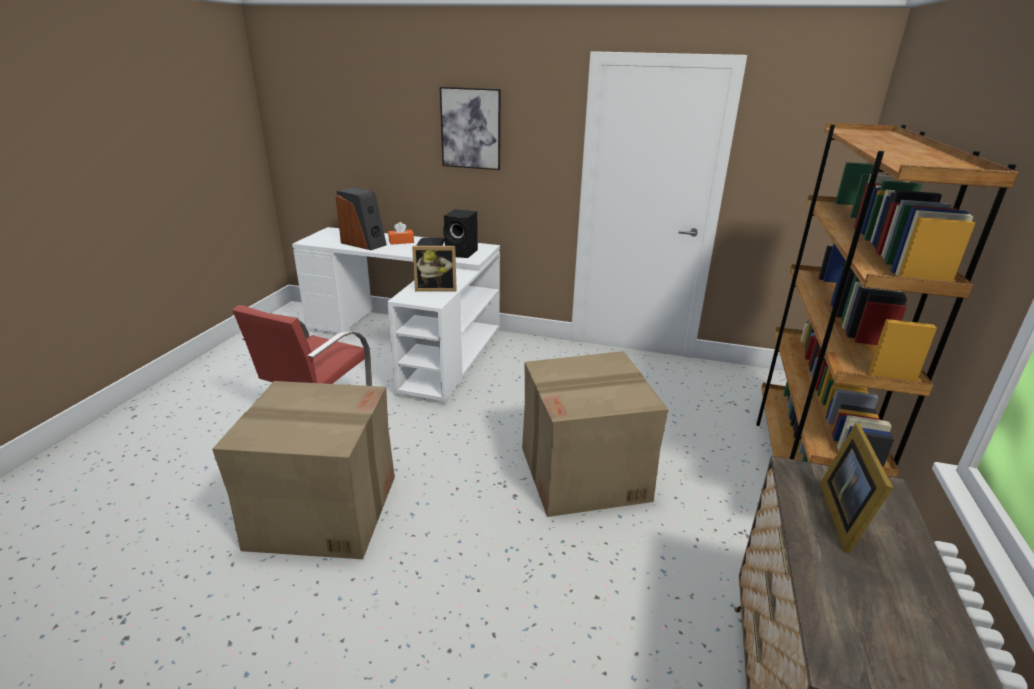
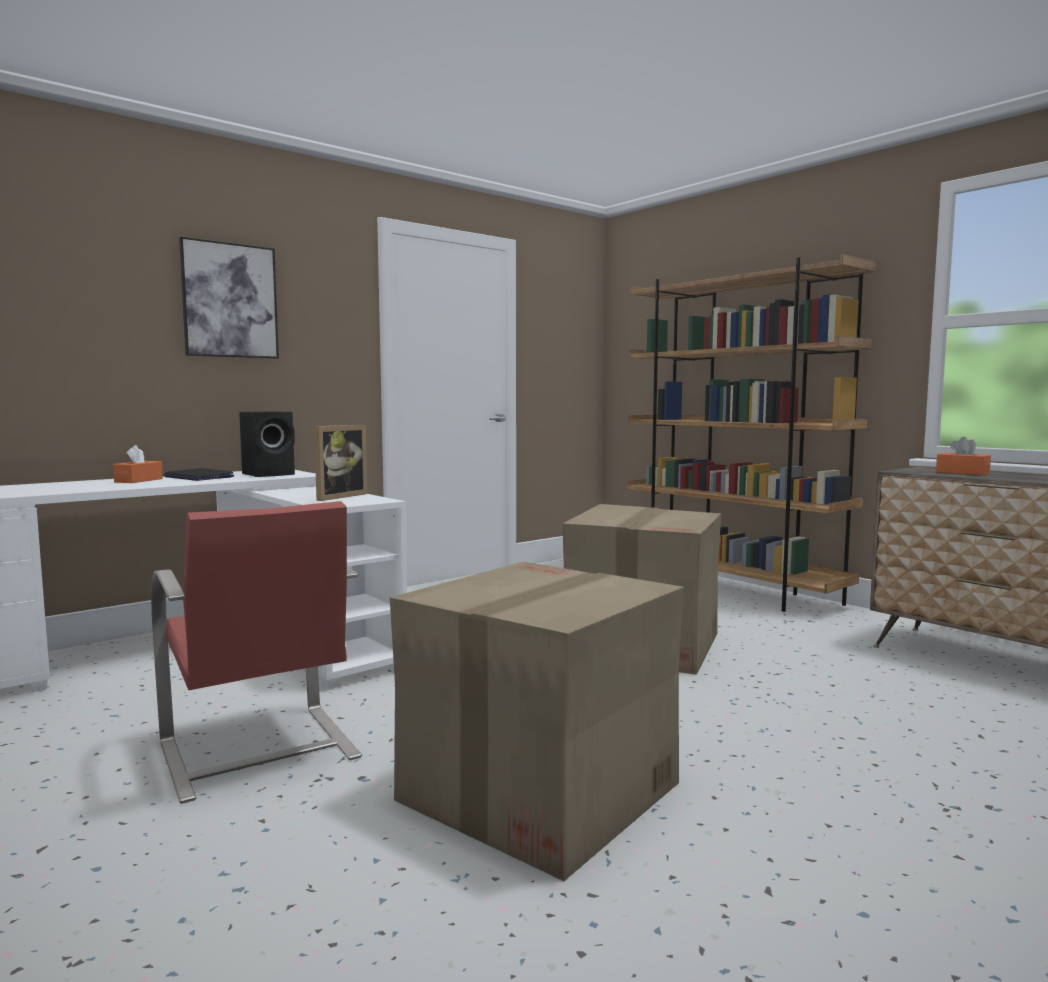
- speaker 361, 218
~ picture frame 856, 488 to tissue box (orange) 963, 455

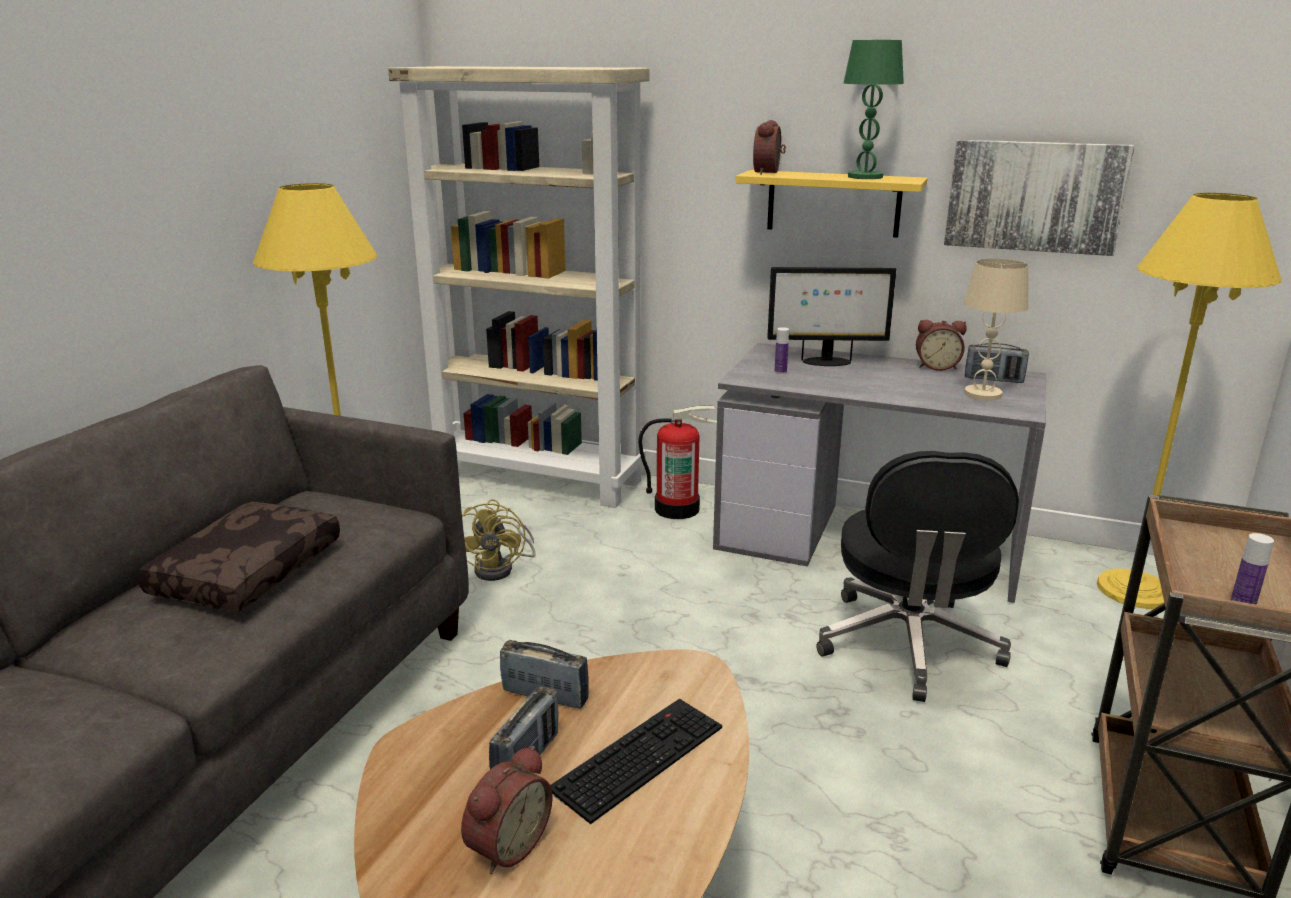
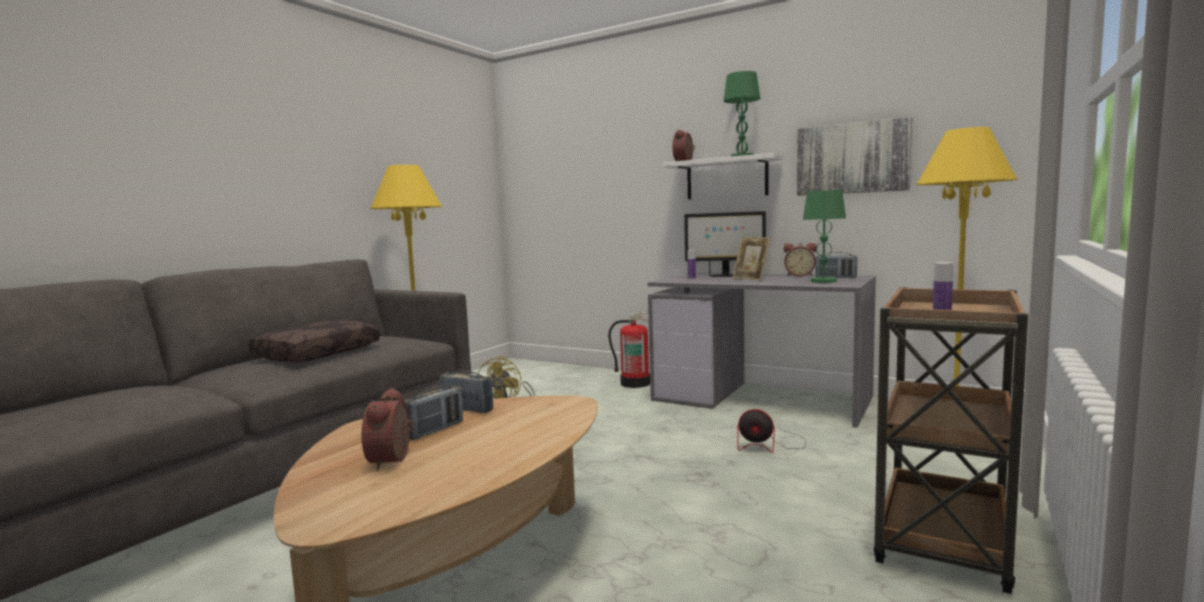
- bookcase (beige) 518, 287
~ alarm clock 506, 810 = 388, 429 135 degrees clockwise
- keyboard 636, 761
~ shelf (yellow) 831, 204 to shelf (white) 722, 176
~ office chair (black) 917, 576 to fan 771, 431
~ table lamp (beige) 996, 330 to table lamp (green) 824, 236
+ picture frame 752, 259

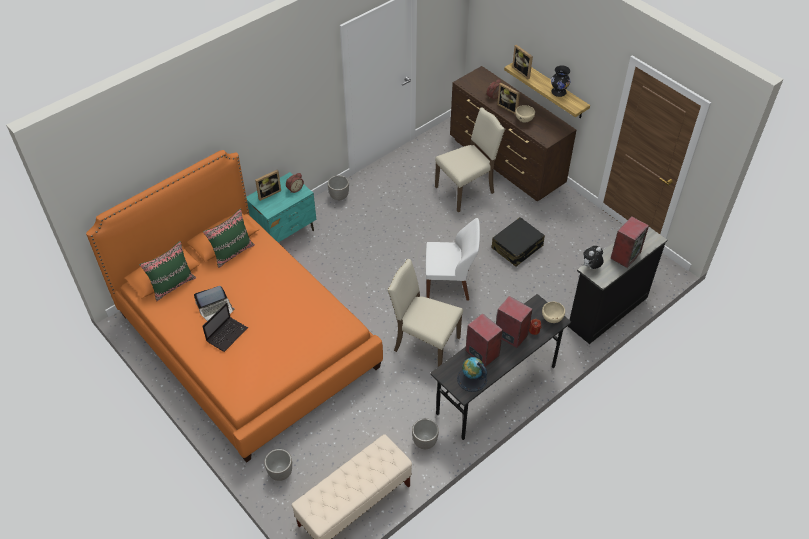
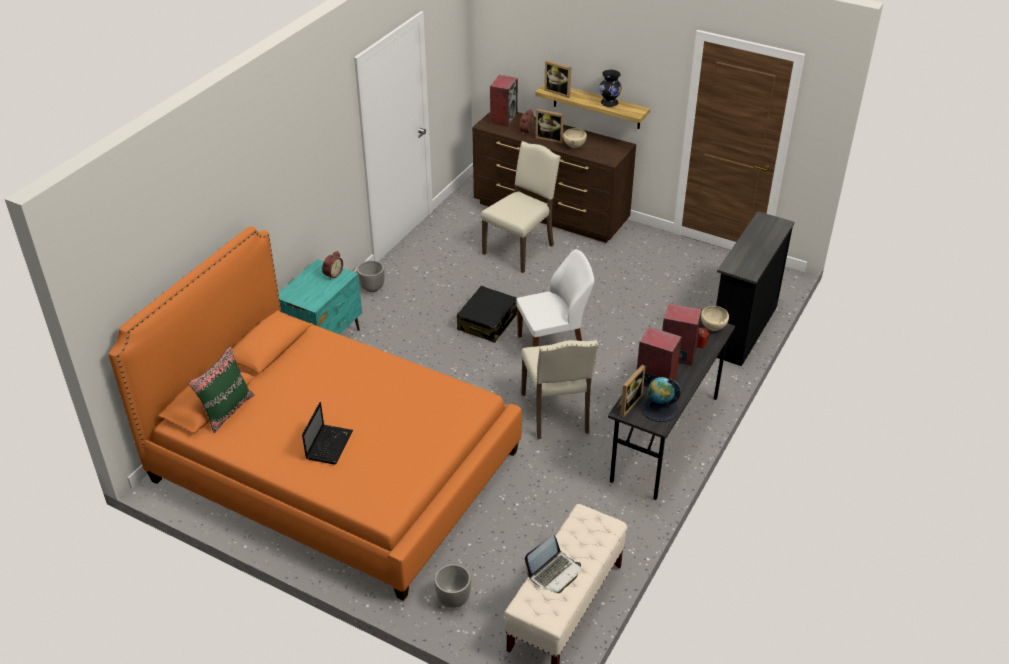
~ laptop 214, 303 to 553, 564
- pillow (green) 229, 238
~ picture frame 268, 185 to 631, 391
~ chair (beige) 425, 313 = 559, 389 105 degrees counterclockwise
- planter 425, 433
~ suitcase (black) 518, 242 to 487, 314
- plush toy 593, 257
~ speaker 629, 242 to 504, 101

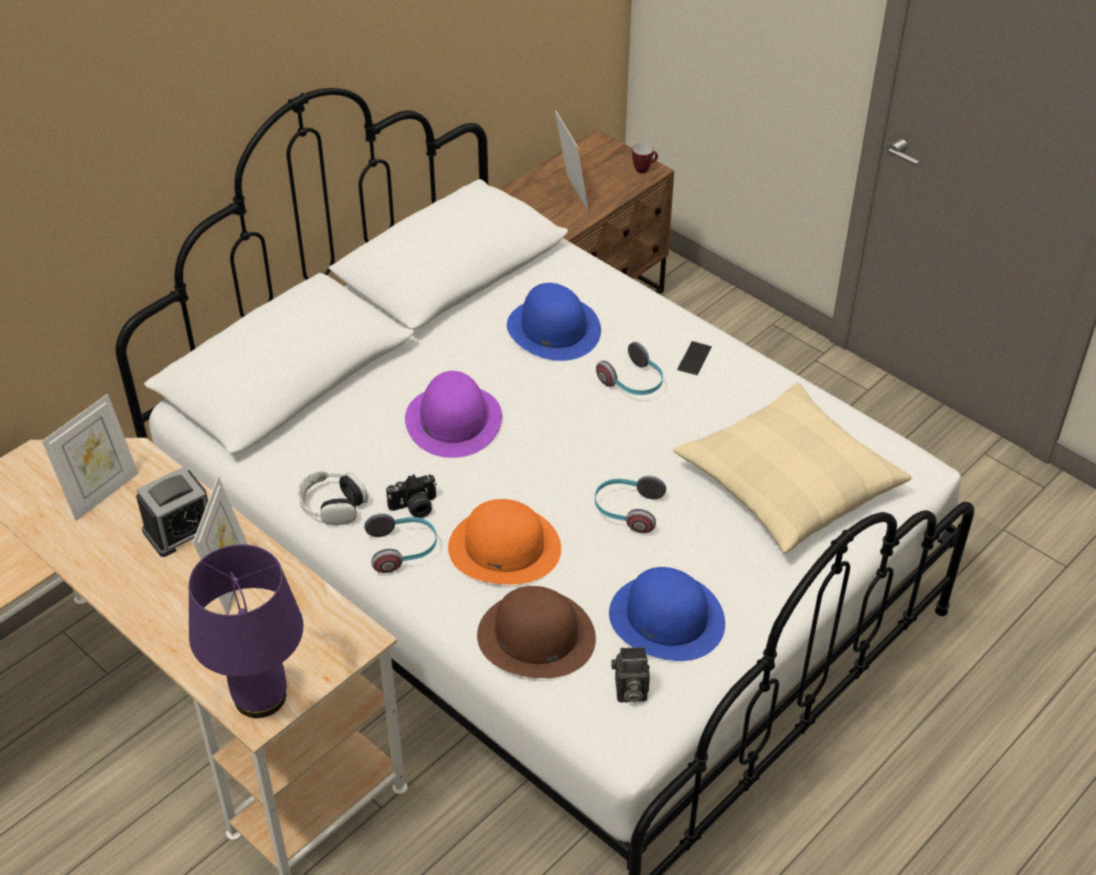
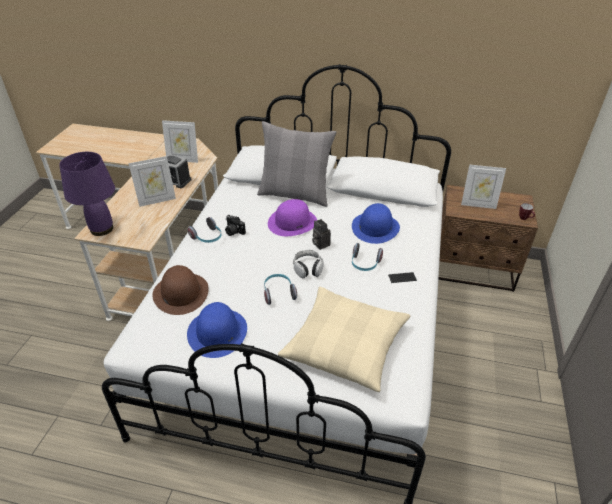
~ headphones 333, 498 to 308, 264
- hat (orange) 504, 542
~ picture frame 572, 160 = 483, 187 60 degrees clockwise
~ photo camera 630, 674 to 321, 234
+ pillow (grey) 296, 164

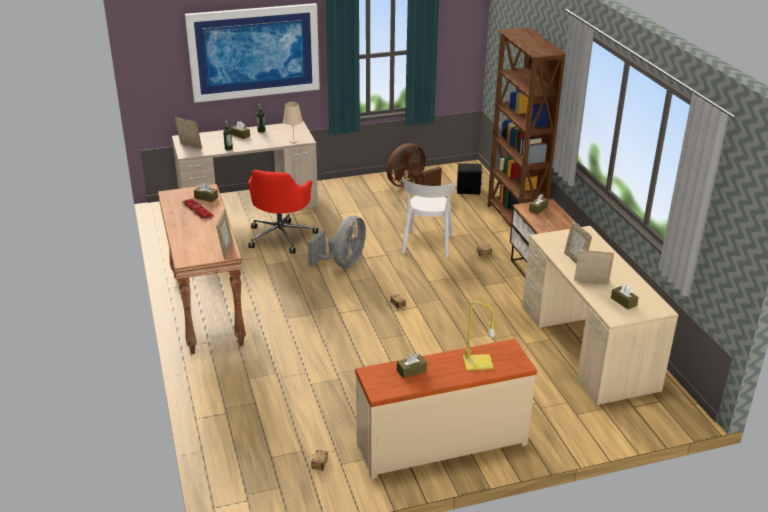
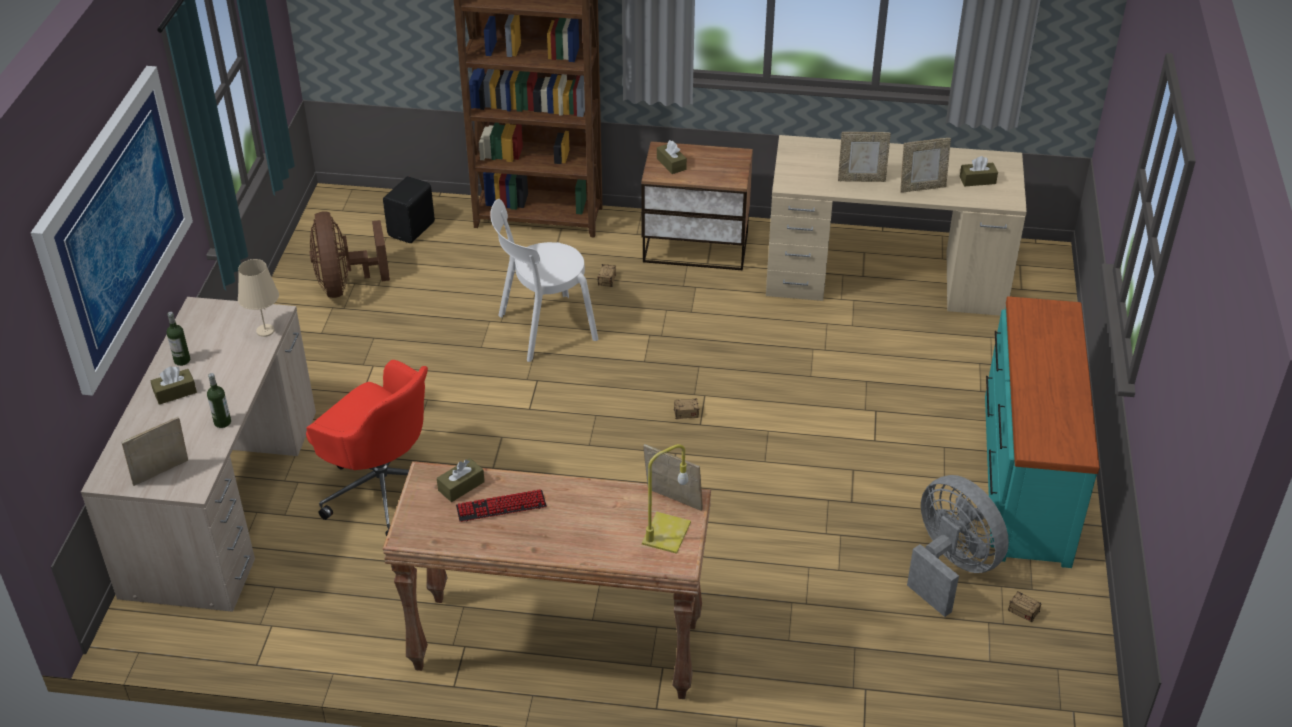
~ fan (grey) 337, 242 to 958, 546
~ dresser (beige) 446, 409 to dresser (turquoise) 1042, 432
- tissue box (brown) 412, 365
~ chair (white) 429, 218 = 544, 280 120 degrees clockwise
~ table lamp (yellow) 479, 336 to 666, 499
~ picture frame 594, 266 = 925, 165 135 degrees counterclockwise

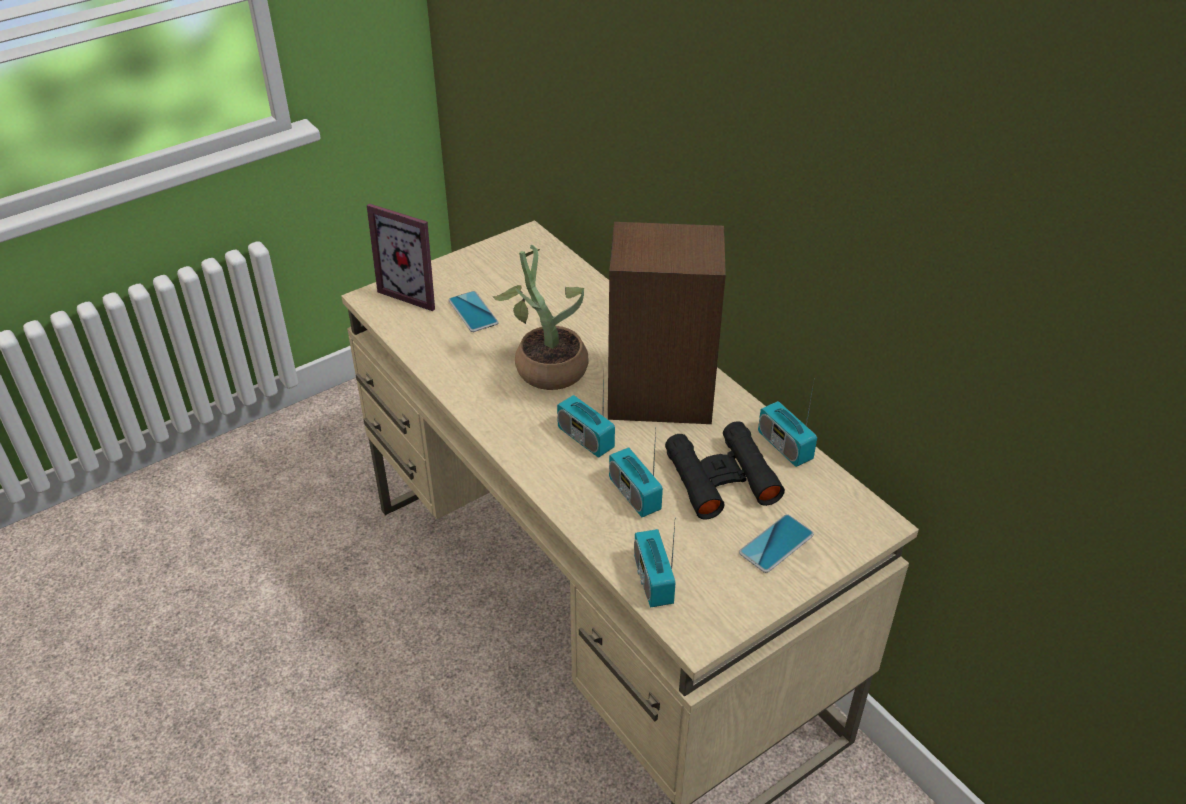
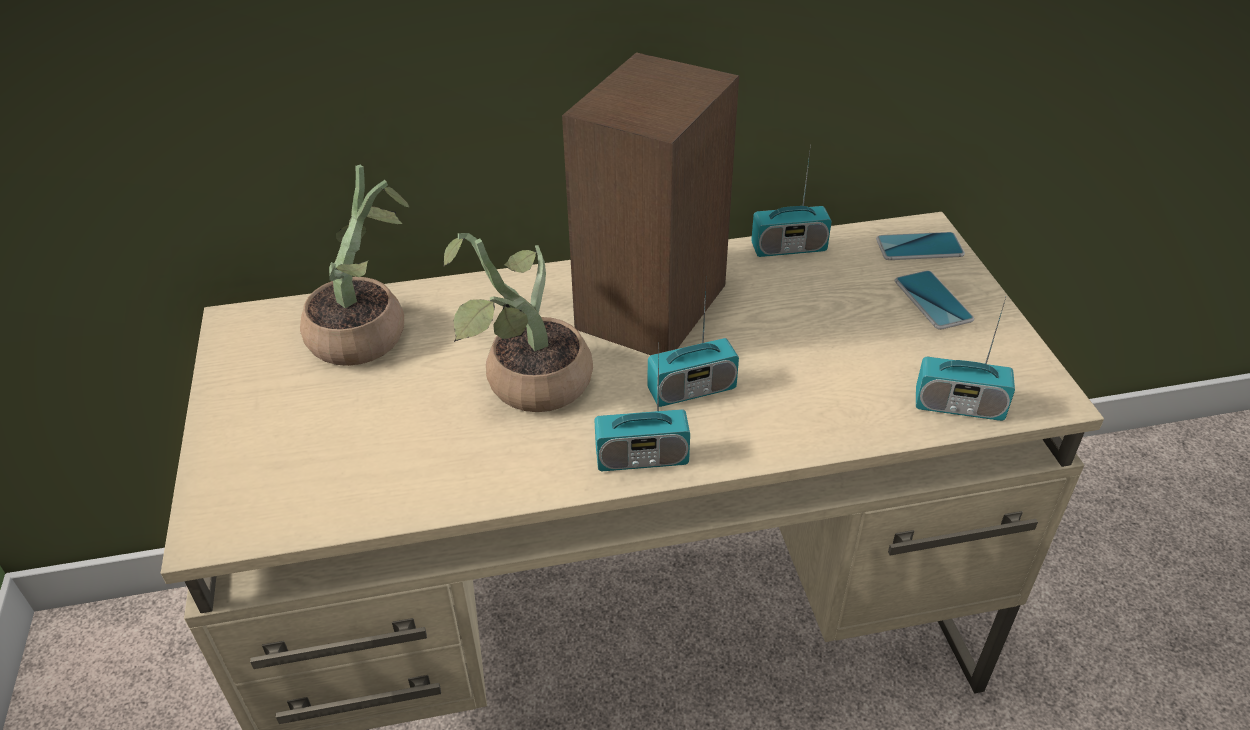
- picture frame 401, 257
~ phone 473, 311 to 920, 246
~ radio 636, 474 to 642, 407
- binoculars (black) 725, 470
+ potted plant 354, 265

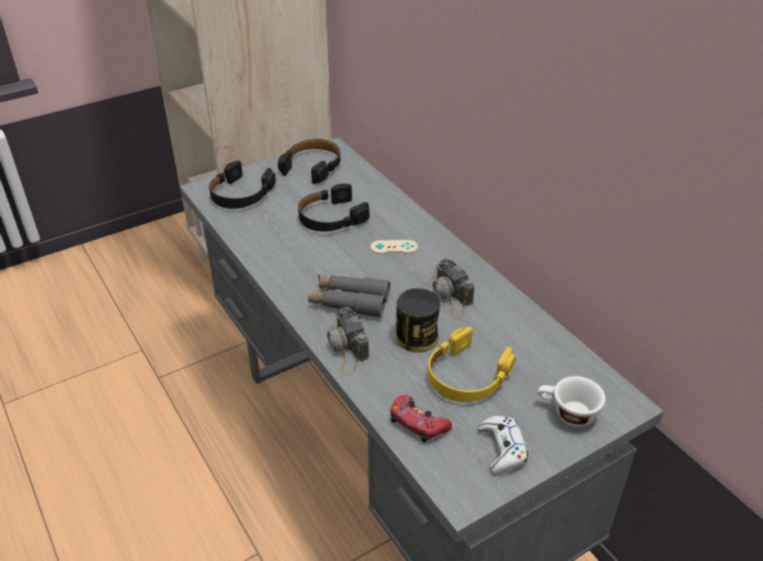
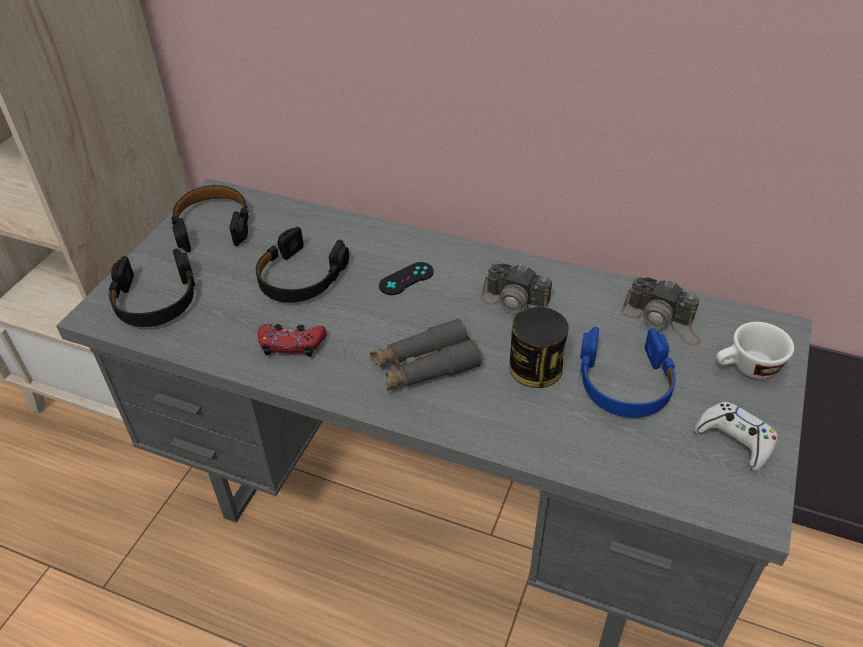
~ photo camera 348, 341 to 661, 311
~ game controller (beige) 394, 247 to game controller (black) 406, 278
~ game controller (red) 421, 419 to 292, 340
~ headphones (yellow) 472, 364 to headphones (blue) 628, 372

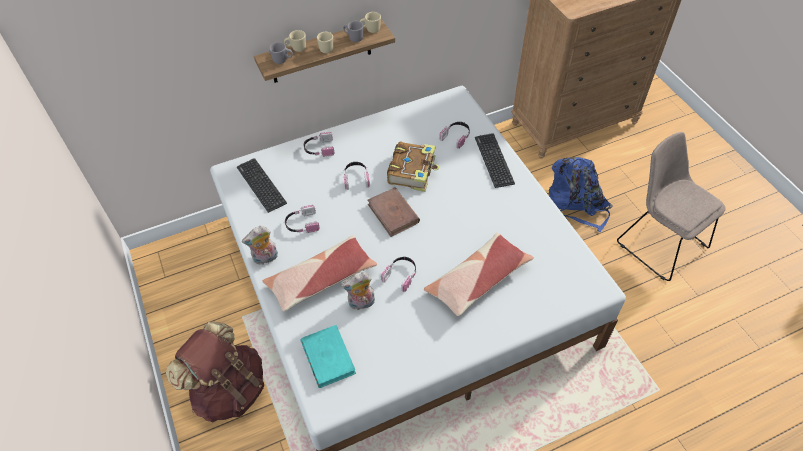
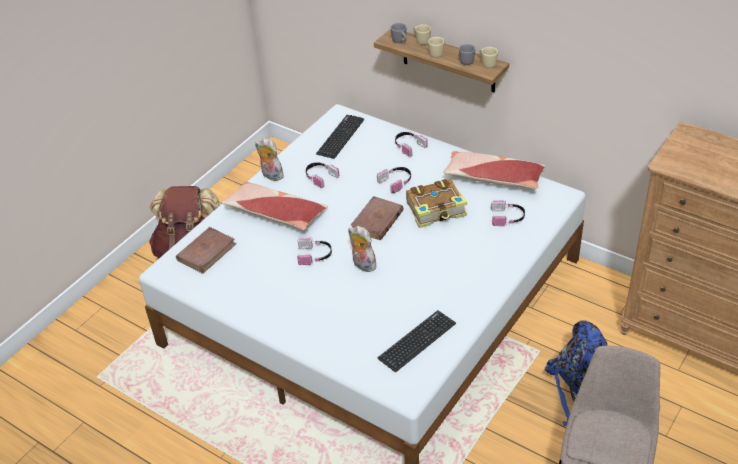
~ book (turquoise) 328, 356 to book (brown) 206, 250
~ plush toy 358, 291 to 362, 249
~ pillow 479, 274 to 494, 170
~ keyboard 495, 161 to 417, 341

